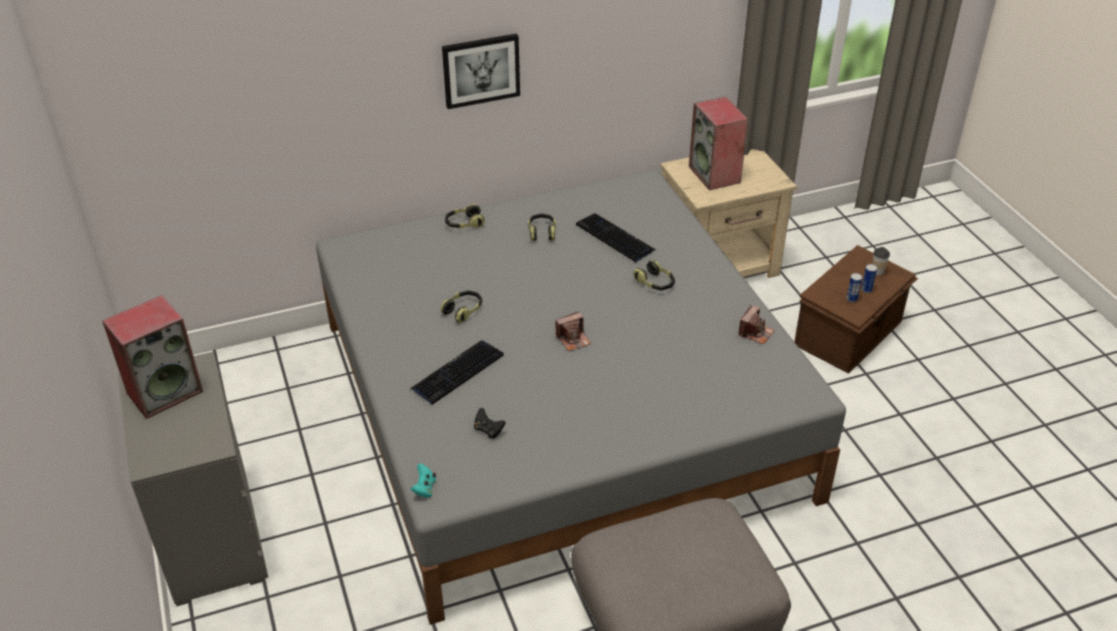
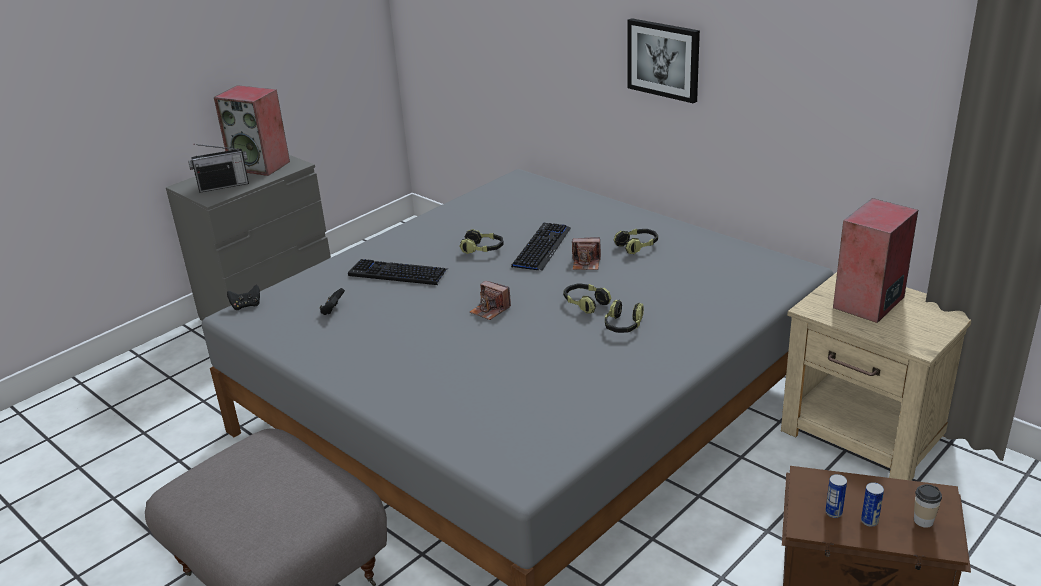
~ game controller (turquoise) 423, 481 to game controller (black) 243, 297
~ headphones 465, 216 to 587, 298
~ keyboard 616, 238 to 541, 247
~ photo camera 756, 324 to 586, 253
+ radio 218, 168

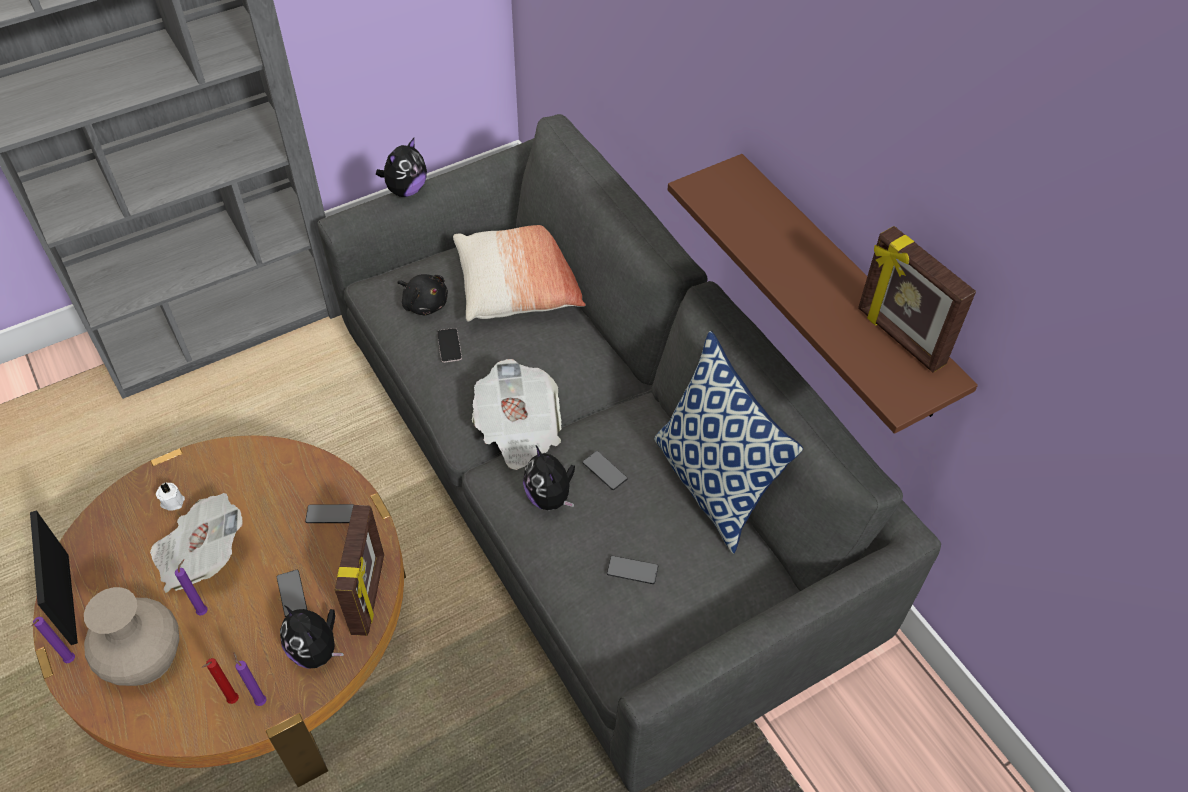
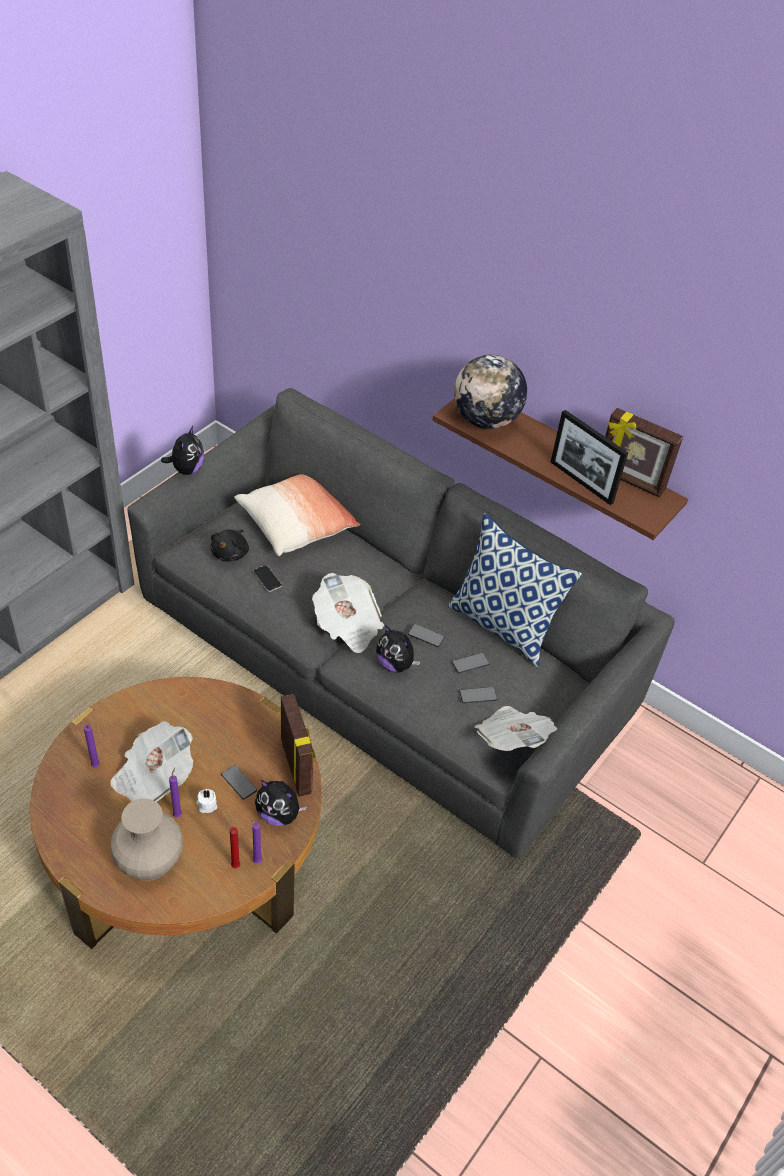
~ picture frame 54, 577 to 589, 457
~ candle (purple) 53, 640 to 92, 746
~ candle (white) 170, 497 to 207, 801
~ phone 329, 513 to 471, 662
~ plush toy (black) 423, 295 = 229, 545 90 degrees clockwise
+ globe 490, 392
+ newspaper 515, 728

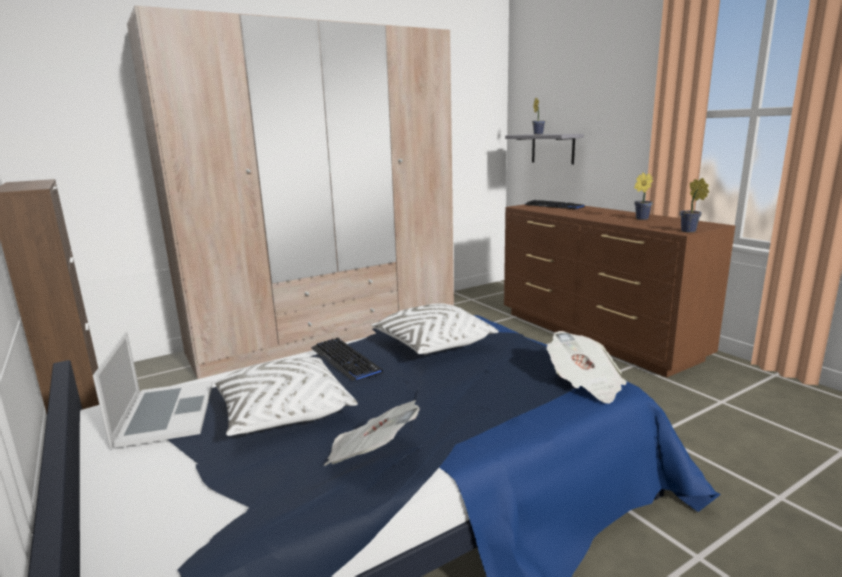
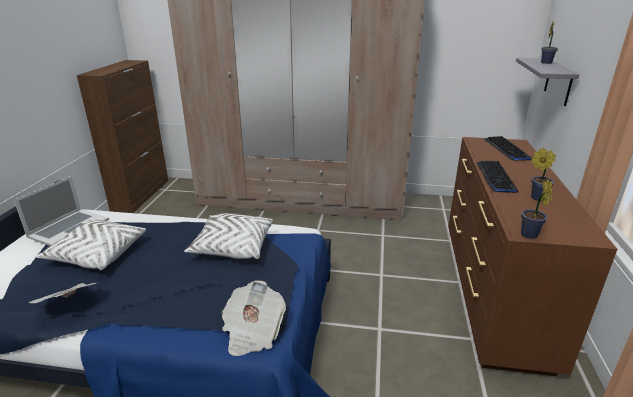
~ keyboard 347, 359 to 497, 177

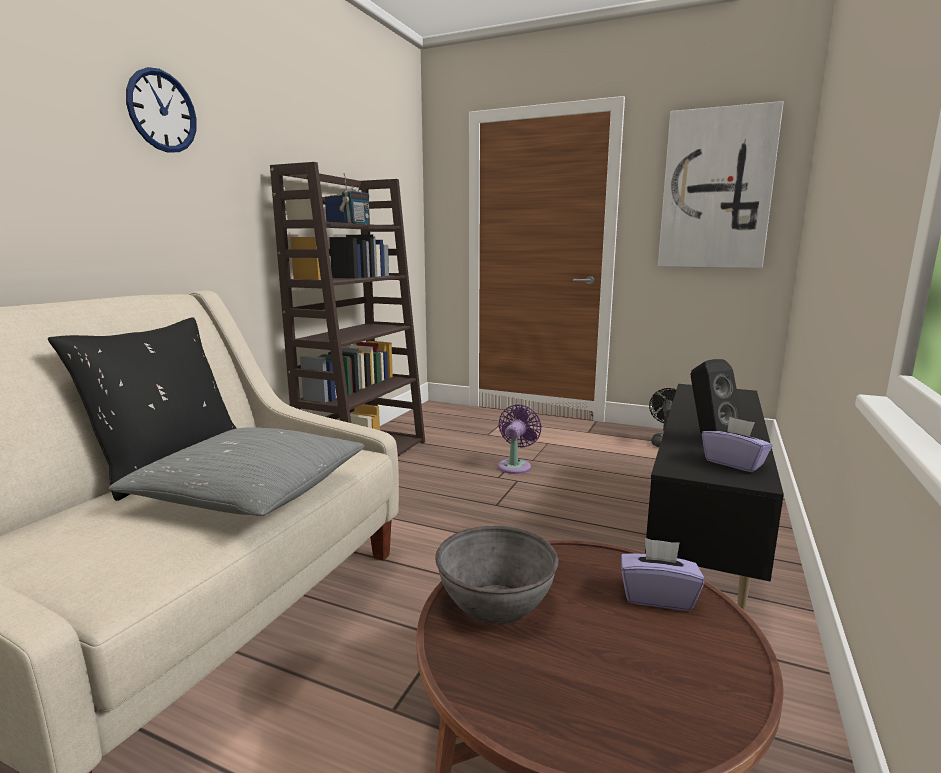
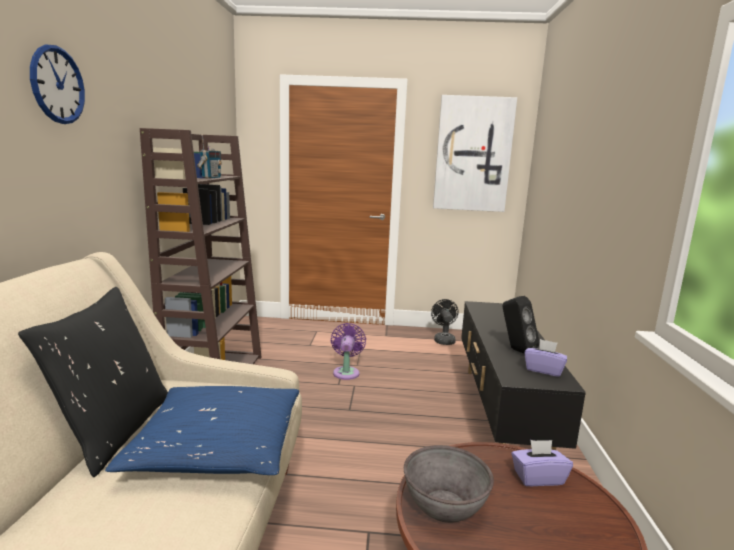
~ pillow (grey) 236, 471 to pillow (blue) 202, 430

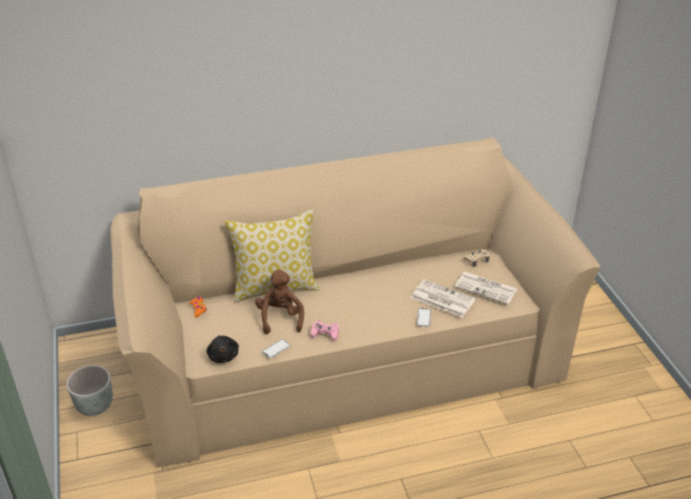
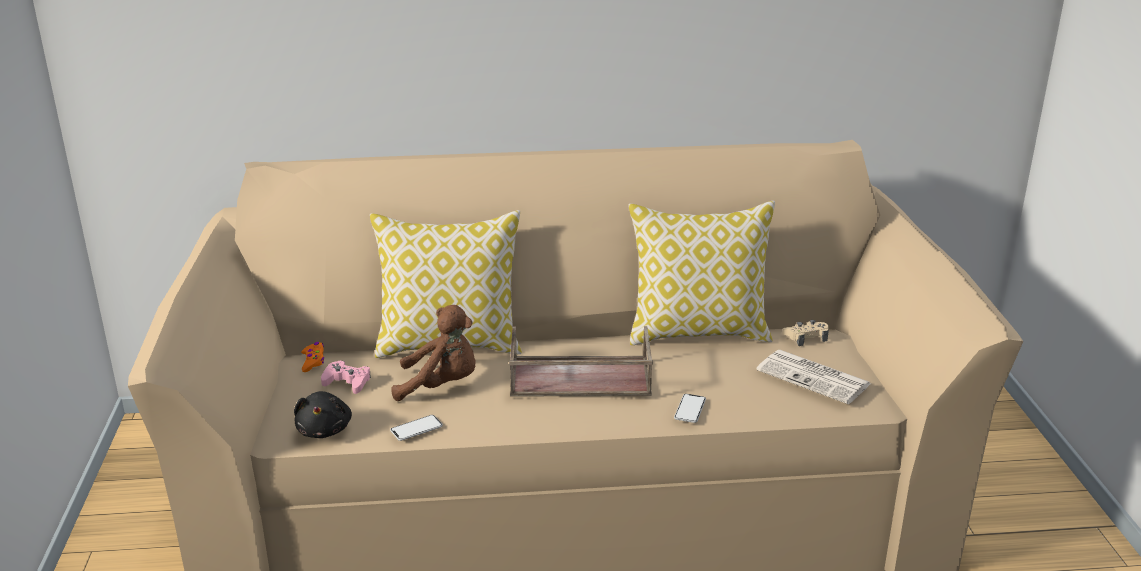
- planter (grey) 89, 390
~ plush toy (brown) 279, 302 = 433, 353 90 degrees clockwise
~ game controller (pink) 325, 331 to 346, 377
- newspaper 443, 298
+ tray (brown) 581, 361
+ pillow 702, 273

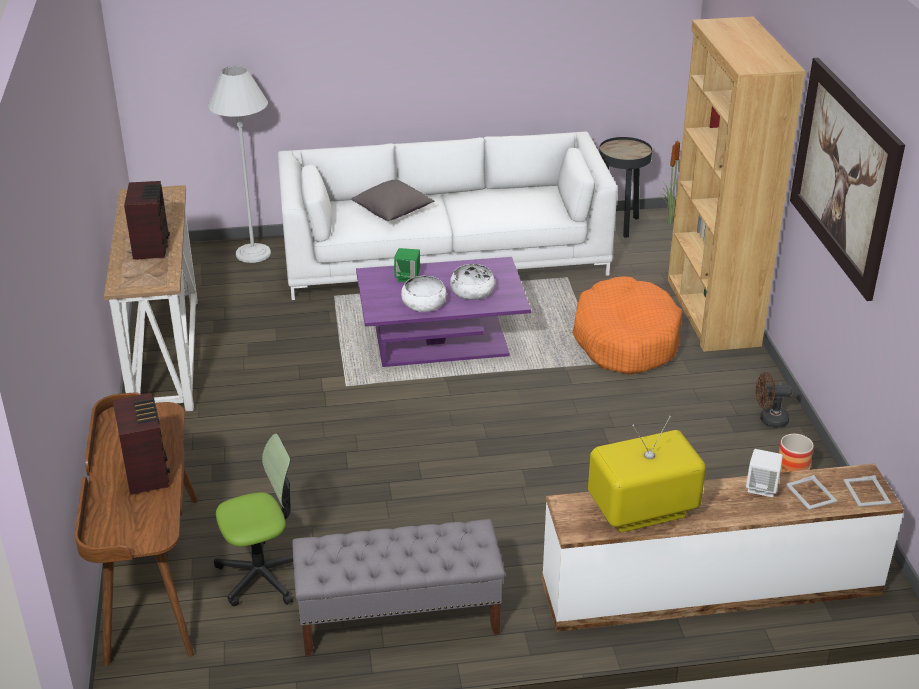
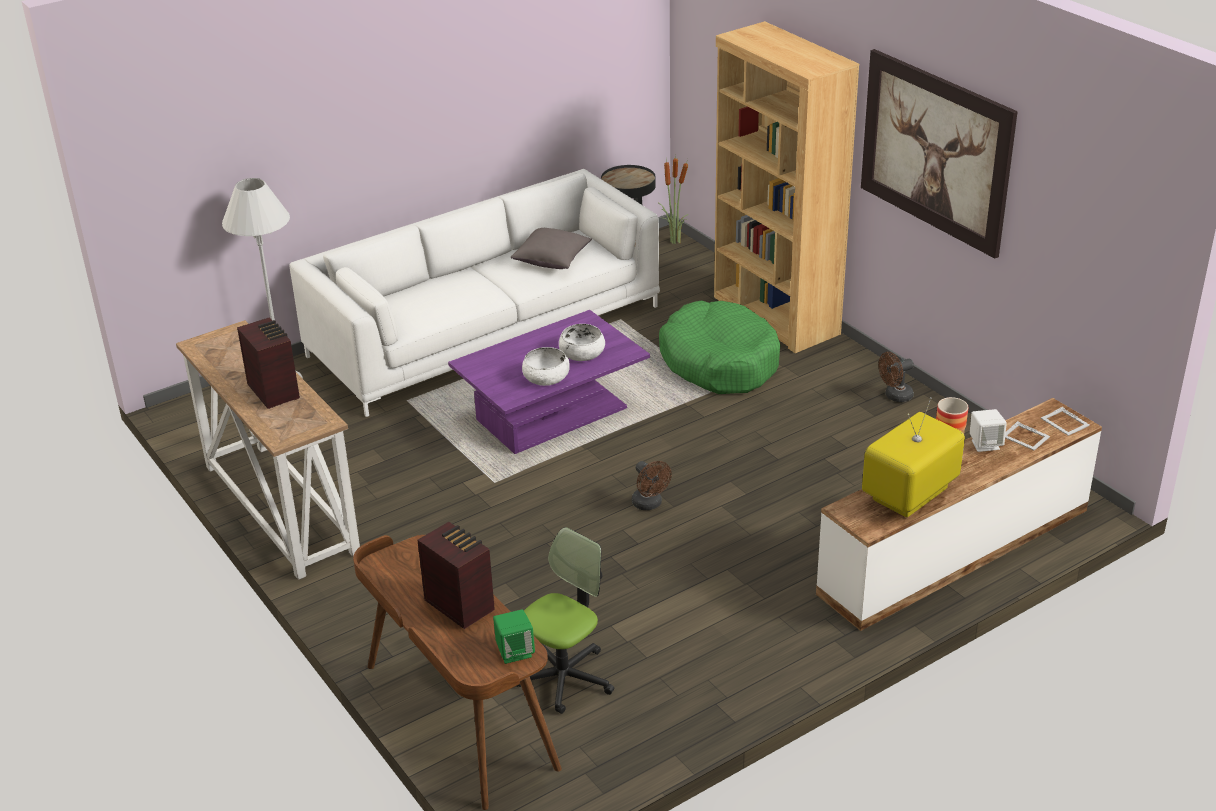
- bench (grey) 398, 587
~ pillow (grey) 393, 200 to 551, 248
~ speaker (green) 407, 265 to 514, 636
~ dog bed (orange) 627, 325 to dog bed (green) 719, 347
+ fan (brown) 652, 485

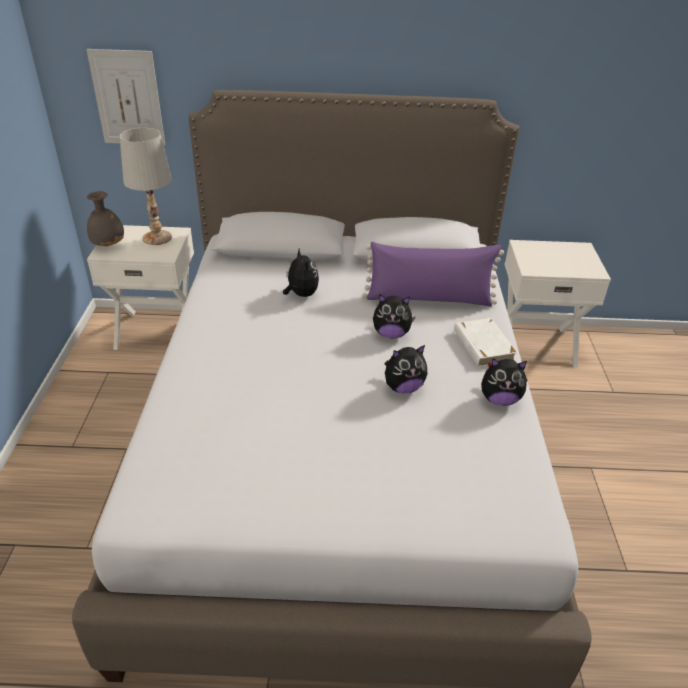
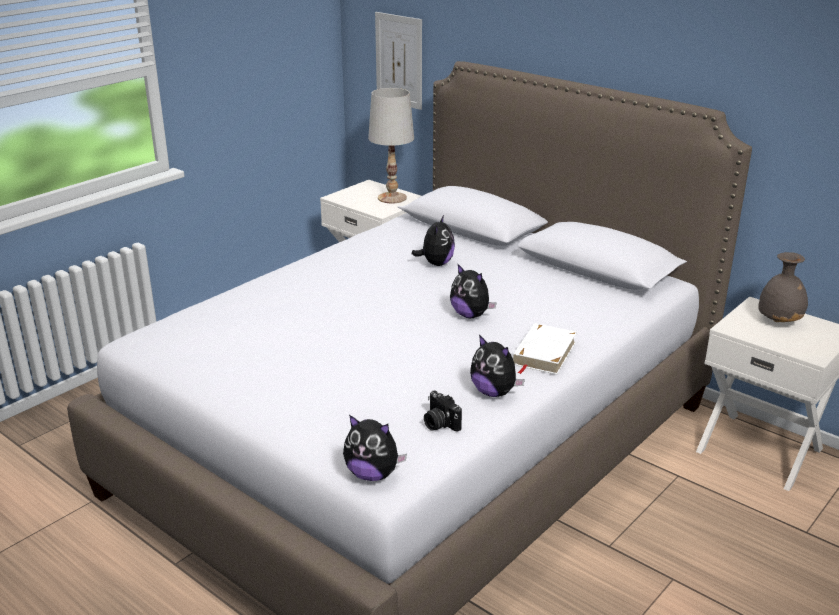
~ vase (grey) 105, 219 to 783, 287
- pillow (purple) 433, 274
~ plush toy 406, 369 to 375, 448
+ photo camera 443, 411

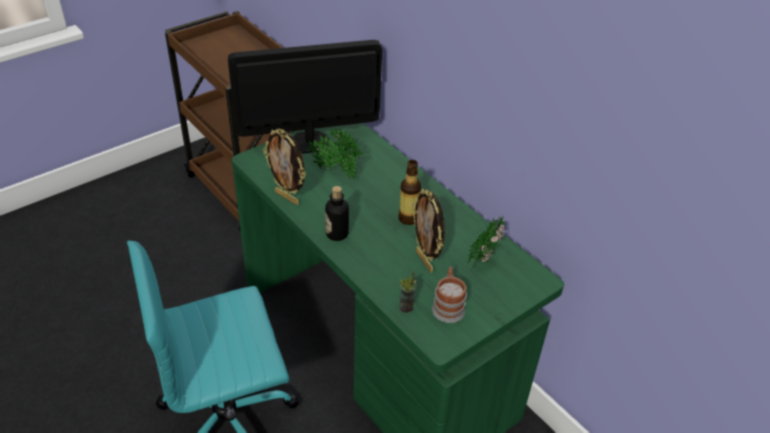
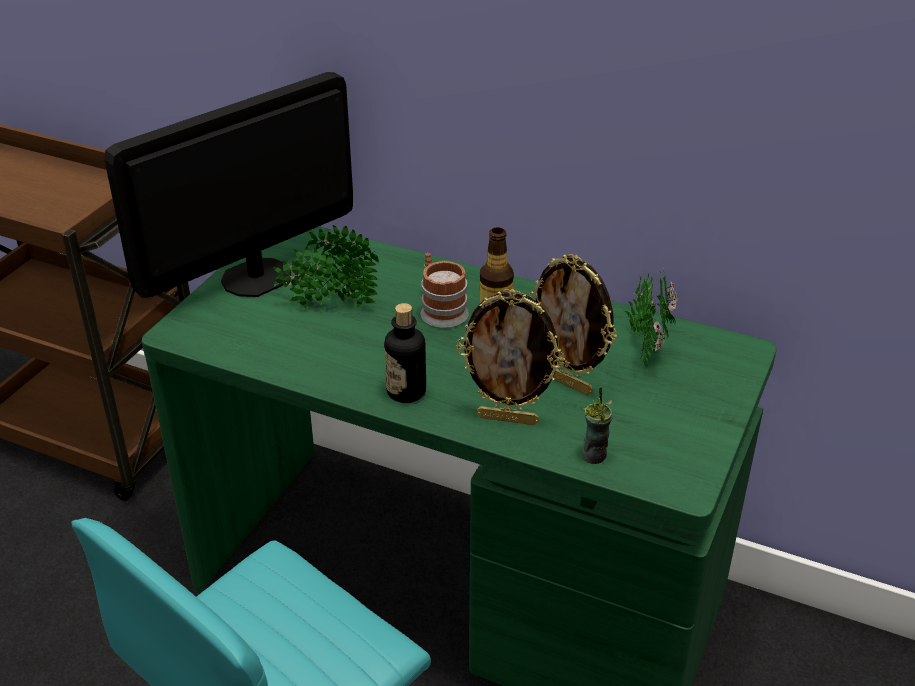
~ picture frame 284, 167 to 510, 357
~ mug 449, 295 to 444, 290

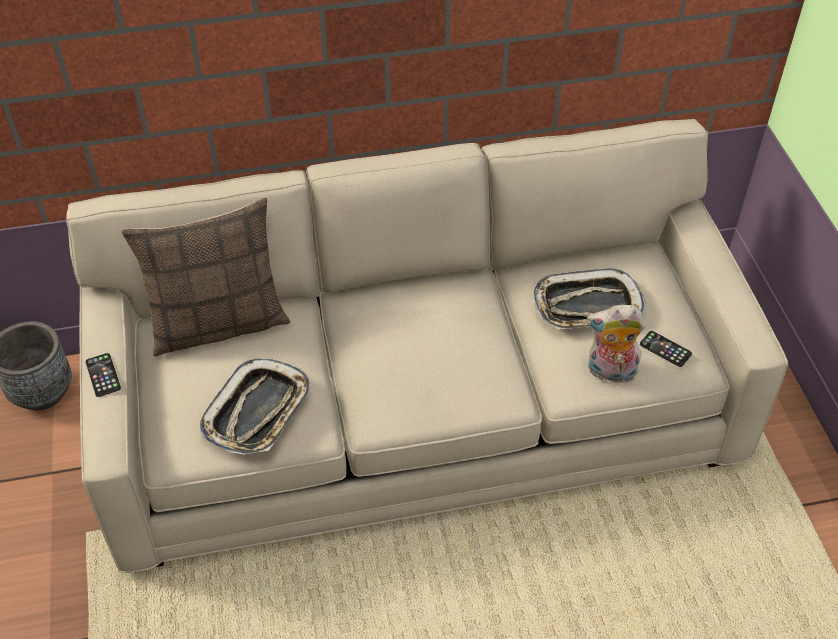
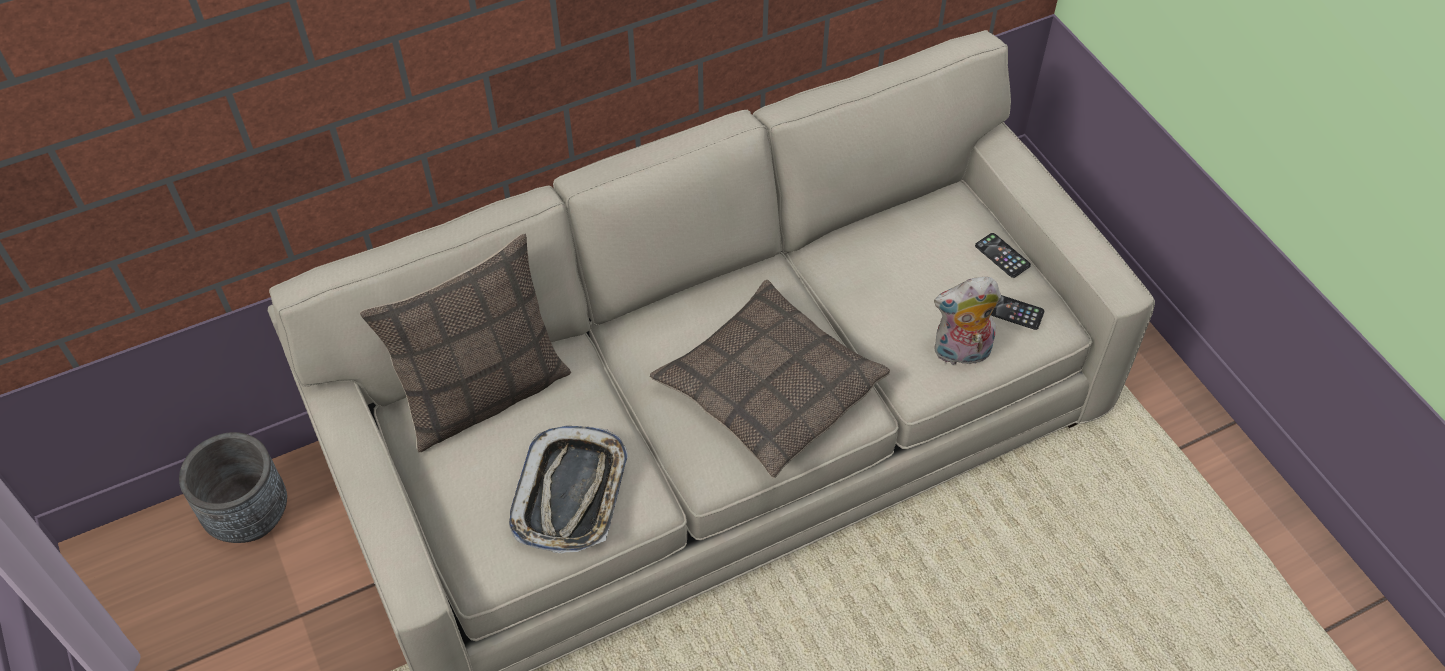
~ phone 103, 375 to 1003, 255
- tray 590, 298
+ pillow 770, 379

